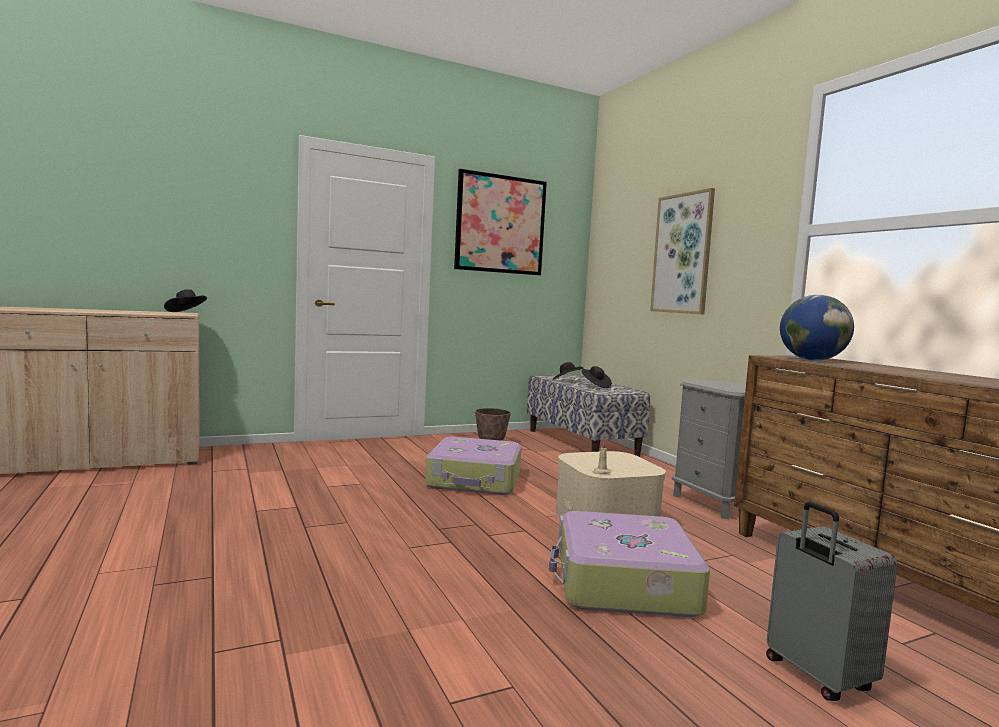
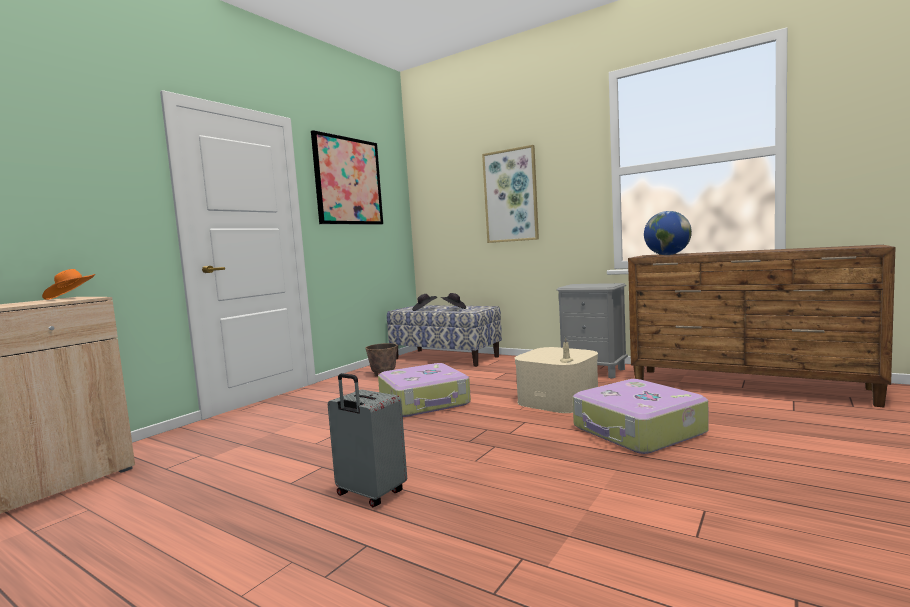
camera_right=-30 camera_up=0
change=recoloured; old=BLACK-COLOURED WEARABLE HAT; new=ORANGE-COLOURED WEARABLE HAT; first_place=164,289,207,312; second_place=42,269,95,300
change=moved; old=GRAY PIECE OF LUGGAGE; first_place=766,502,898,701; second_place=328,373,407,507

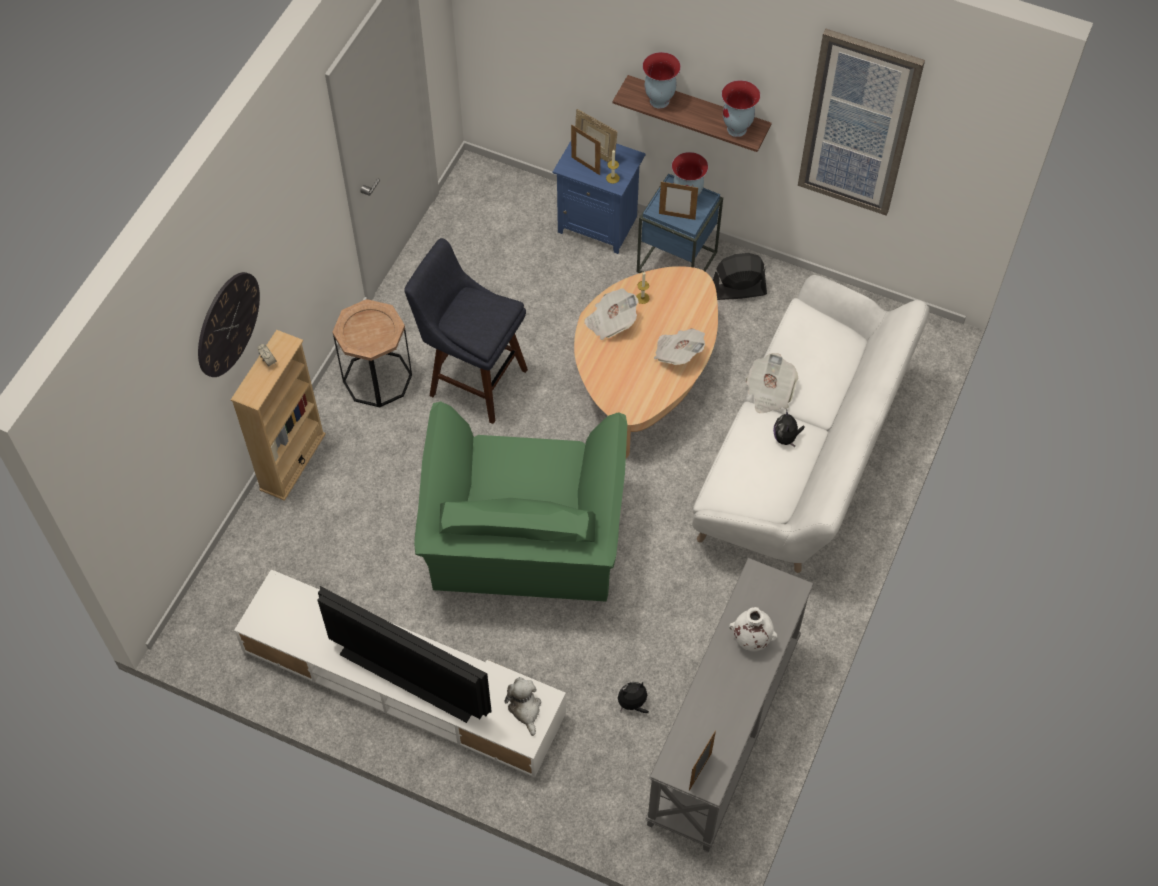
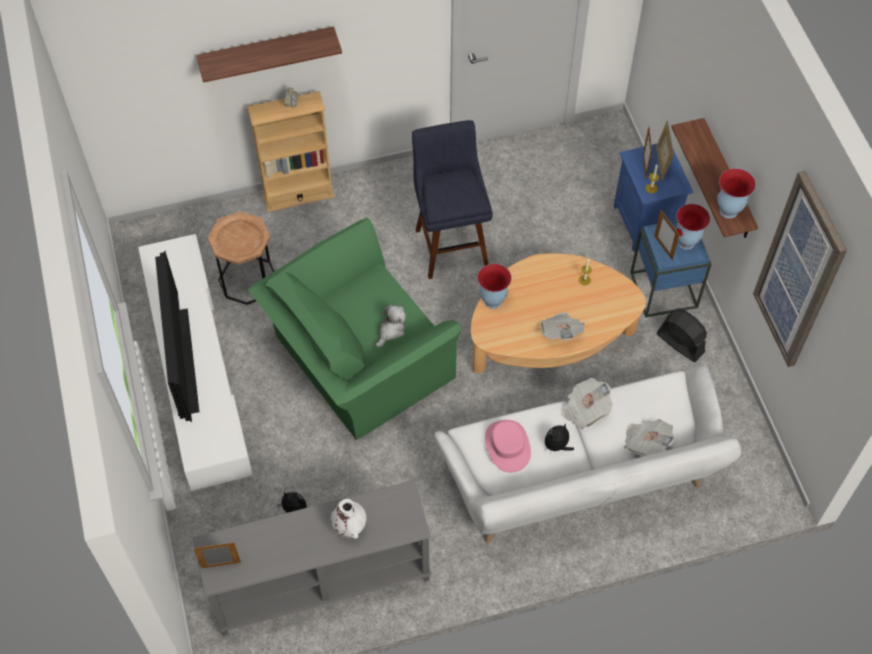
camera_right=50 camera_up=0
change=moved; old=FLOWER VASE; first_place=642,52,681,109; second_place=478,264,512,309
change=replaced; old=CLOCK ON THE WALL; new=BRACKET SHELF; first_place=198,272,260,377; second_place=196,26,342,83
change=moved; old=DAILY PAPER; first_place=584,288,639,340; second_place=624,419,674,456
change=moved; old=BROWN-COLOURED ACCENT TABLE; first_place=332,299,412,407; second_place=208,211,274,305
change=moved; old=CUDDLY TOY; first_place=504,677,541,736; second_place=375,304,406,347
change=added; new=PINKISH WEARABLE HAT; second_place=485,420,531,473

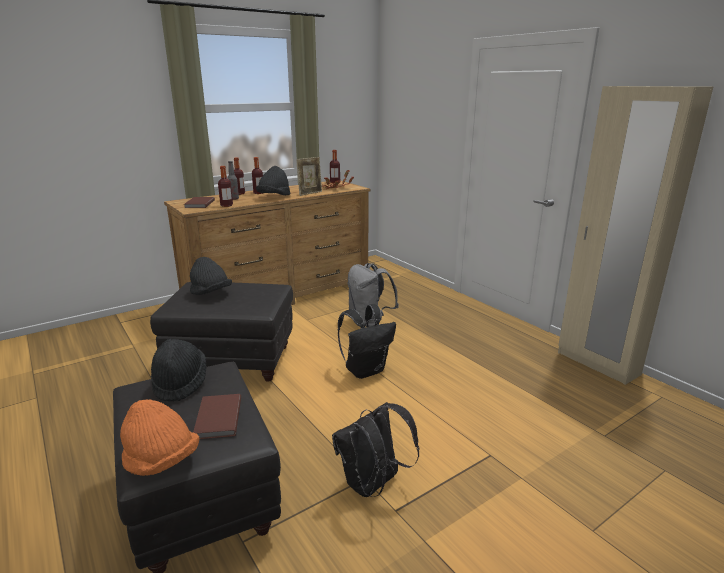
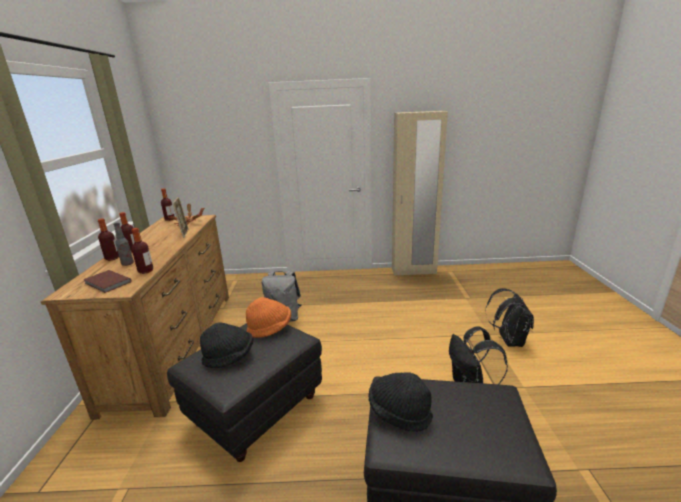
camera_right=-55 camera_up=0
change=removed; old=BLACK-COLOURED WEARABLE HAT; first_place=256,166,291,195
change=moved; old=BLACK-COLOURED RUCKSACK; first_place=338,304,396,379; second_place=485,288,534,347
change=removed; old=BROWN-COLOURED BOOK; first_place=193,394,241,439
change=moved; old=ORANGE-COLOURED WEARABLE HAT; first_place=120,399,200,476; second_place=246,297,291,338

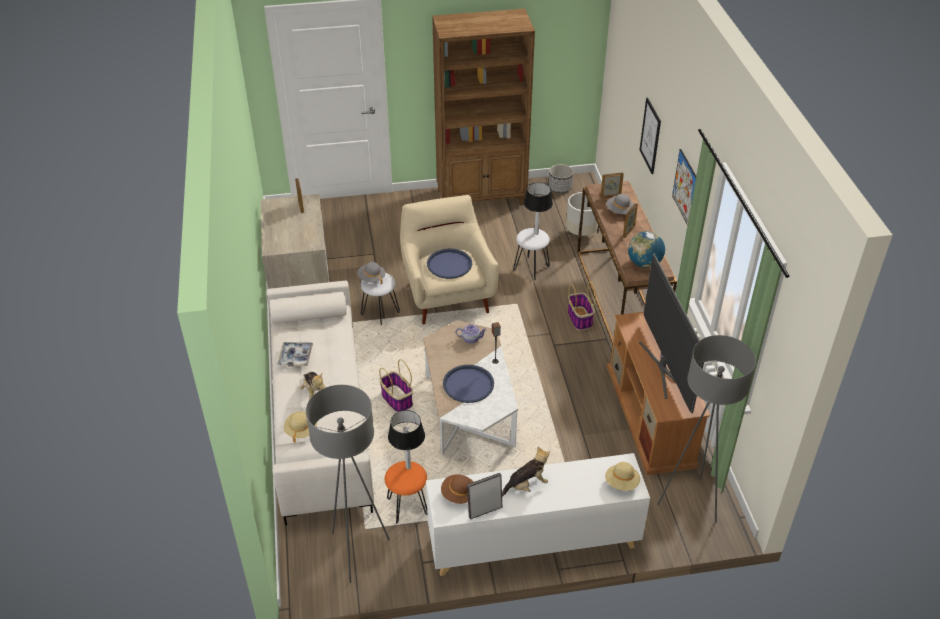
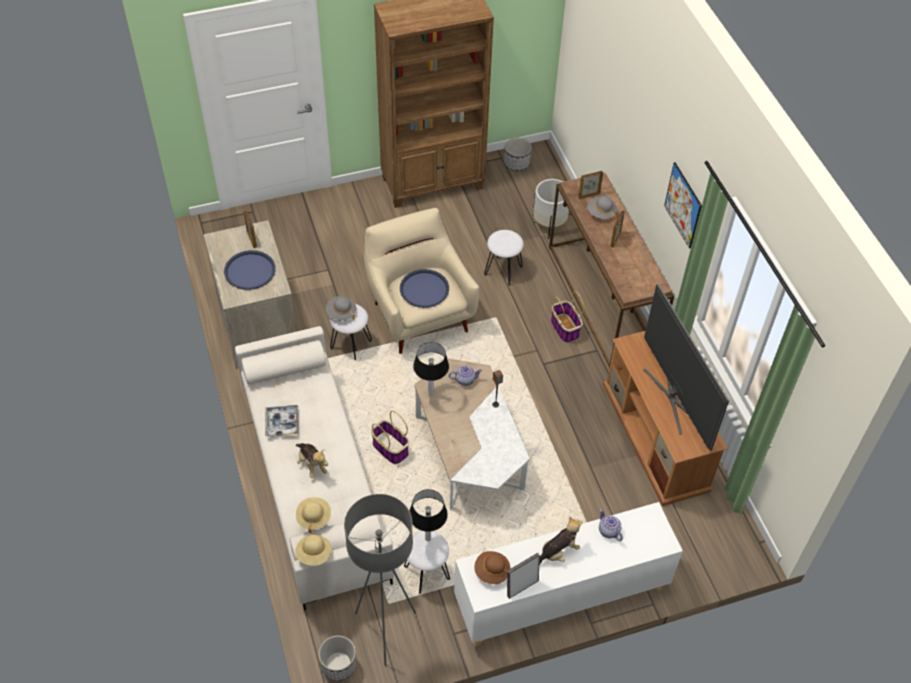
camera_right=-10 camera_up=10
change=removed; old=PICTURE; first_place=640,97,661,174
change=moved; old=TABLETOP LAMP; first_place=524,182,553,235; second_place=413,342,449,395
change=removed; old=GLOBE; first_place=628,231,665,268
change=removed; old=GRAY FLOOR LAMP; first_place=657,335,756,523
change=moved; old=BLUISH SERVING TRAY; first_place=443,365,494,403; second_place=224,250,276,290
change=recoloured; old=ORANGE-COLOURED STOOL; new=WHITISH STOOL; first_place=385,461,427,523; second_place=404,531,450,594
change=moved; old=BEIGE-COLOURED WEARABLE HAT; first_place=605,462,640,491; second_place=295,535,332,566
change=added; new=TEA POT; second_place=599,509,623,541
change=added; new=FLOWER POT; second_place=318,635,356,681

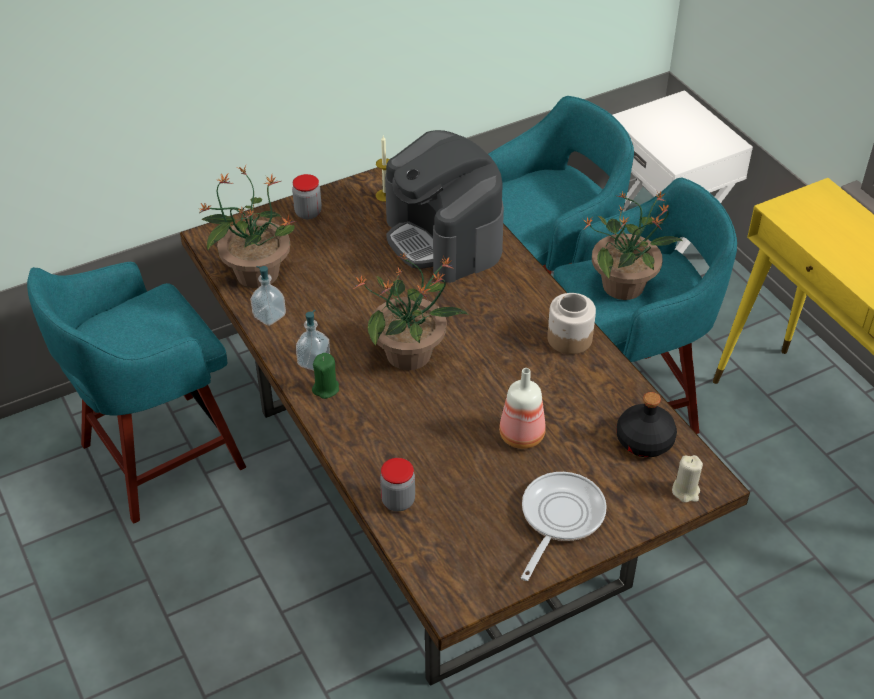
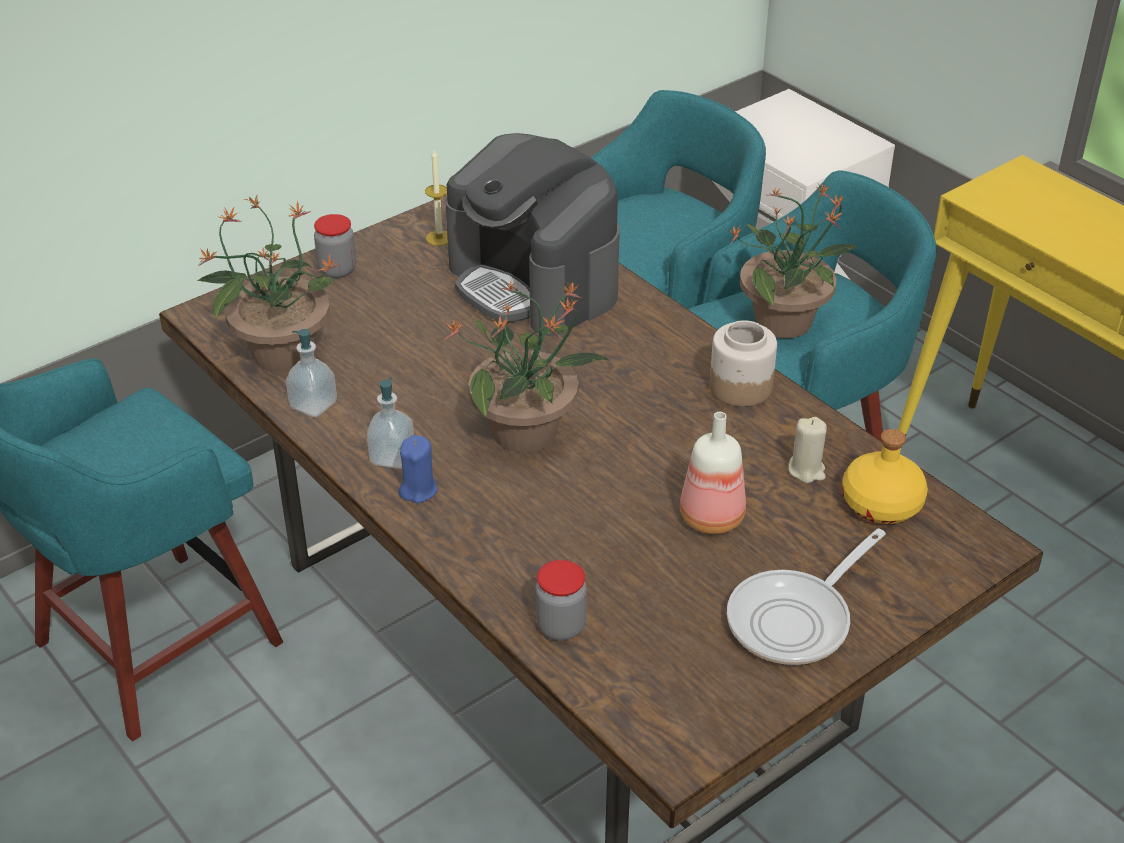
camera_right=-10 camera_up=-5
change=recoloured; old=GREEN CANDLE; new=BLUISH CANDLE; first_place=312,353,339,399; second_place=398,435,438,503
change=recoloured; old=BLACK-COLOURED BEVERAGE BOTTLE; new=YELLOW-COLOURED BEVERAGE BOTTLE; first_place=616,392,677,457; second_place=842,429,928,524
change=moved; old=BEIGE-COLOURED CANDLE; first_place=672,455,703,503; second_place=788,417,827,483
change=turned; old=PAN; first_place=521,472,607,581; second_place=727,528,886,665; degrees=-150

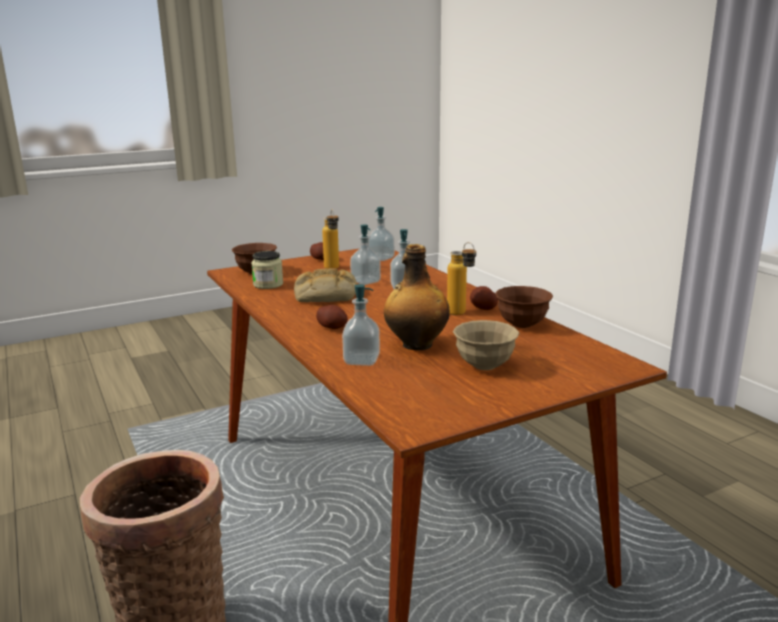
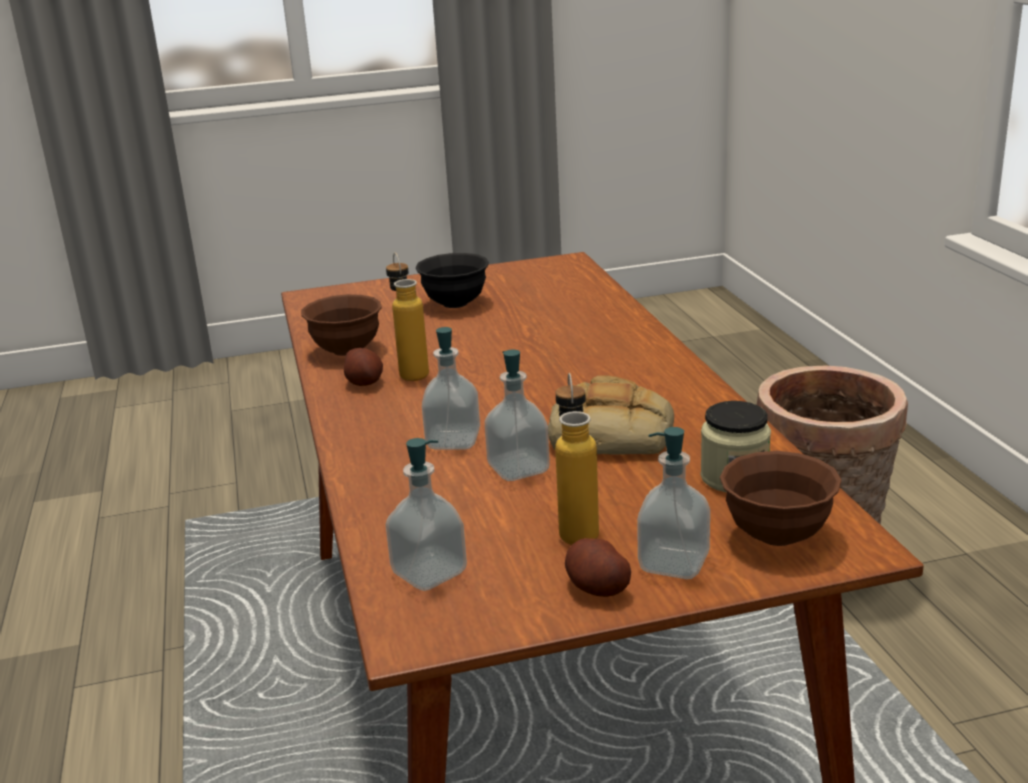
camera_right=-165 camera_up=5
change=removed; old=BEVERAGE BOTTLE; first_place=384,244,450,350
change=moved; old=LIQUID SOAP BOTTLE; first_place=342,284,380,366; second_place=637,427,710,579
change=removed; old=POTATO; first_place=316,305,348,329
change=recoloured; old=BEIGE-COLOURED BOWL; new=BLACK-COLOURED BOWL; first_place=453,320,520,370; second_place=416,253,489,308

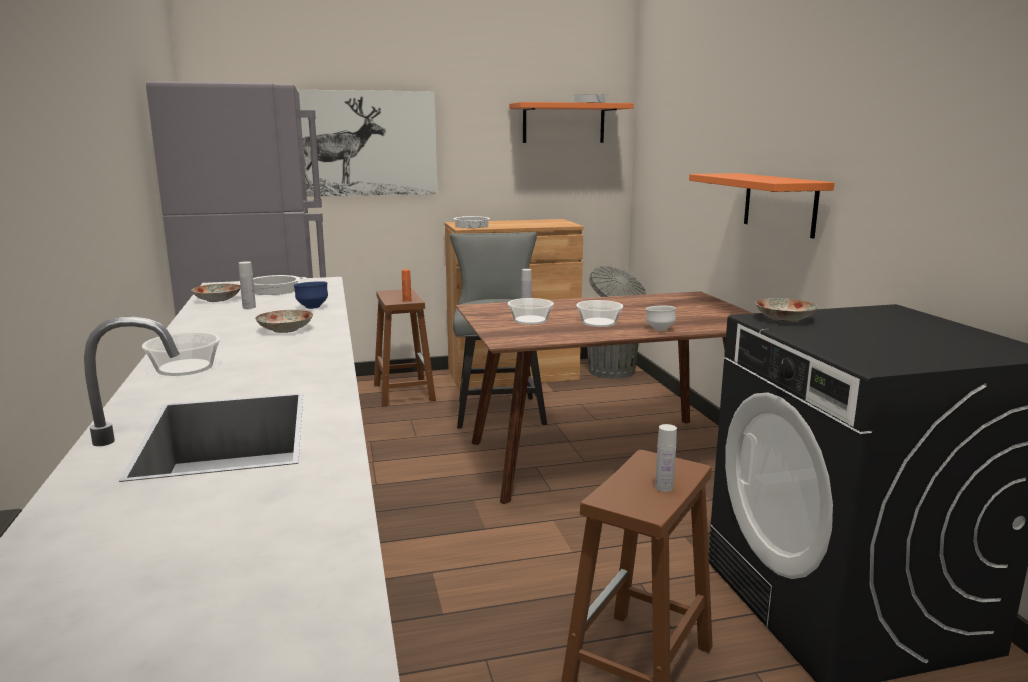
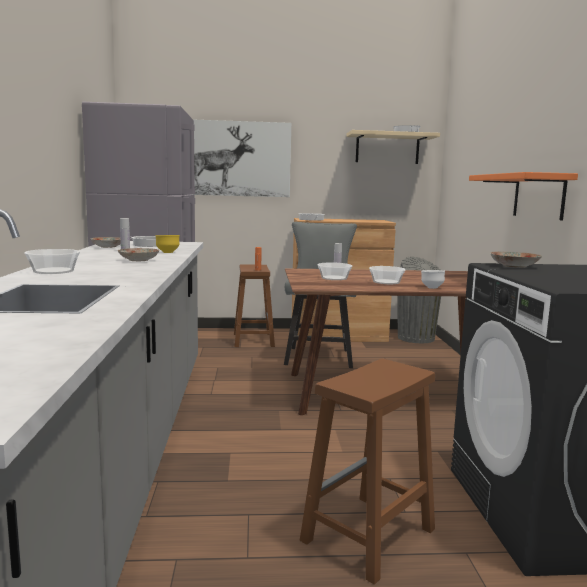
camera_right=10 camera_up=-5
change=recoloured; old=ORANGE-COLOURED BRACKET SHELF; new=BEIGE-COLOURED BRACKET SHELF; first_place=509,102,634,143; second_place=346,130,440,164
change=recoloured; old=BLUISH BOWL; new=YELLOW-COLOURED BOWL; first_place=294,281,328,309; second_place=155,235,180,253
change=removed; old=WHITISH BEVERAGE BOTTLE; first_place=655,424,677,492

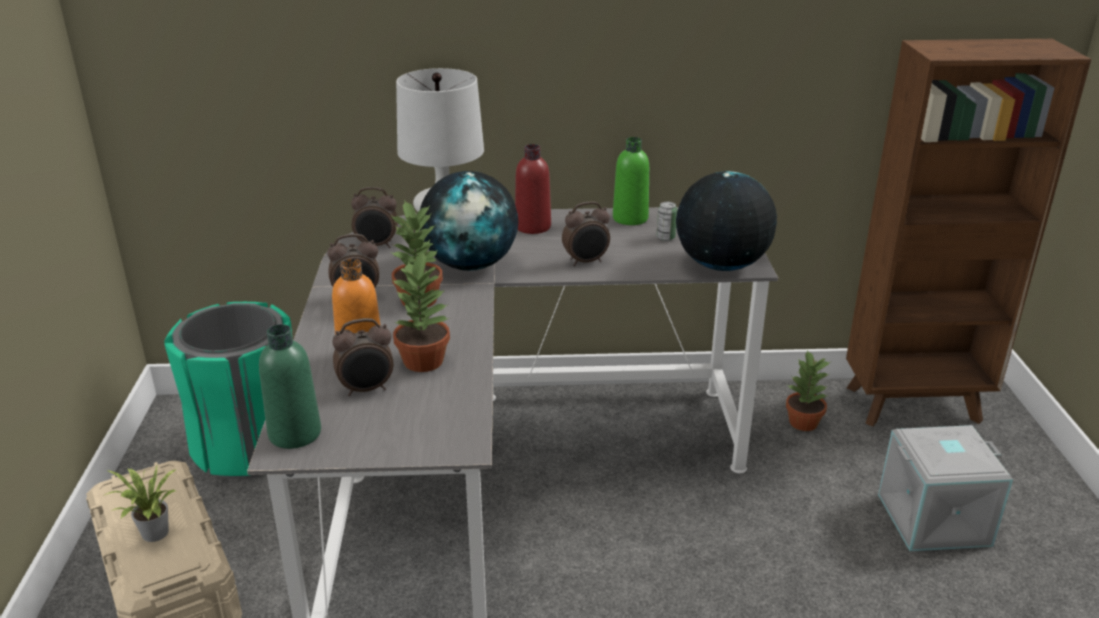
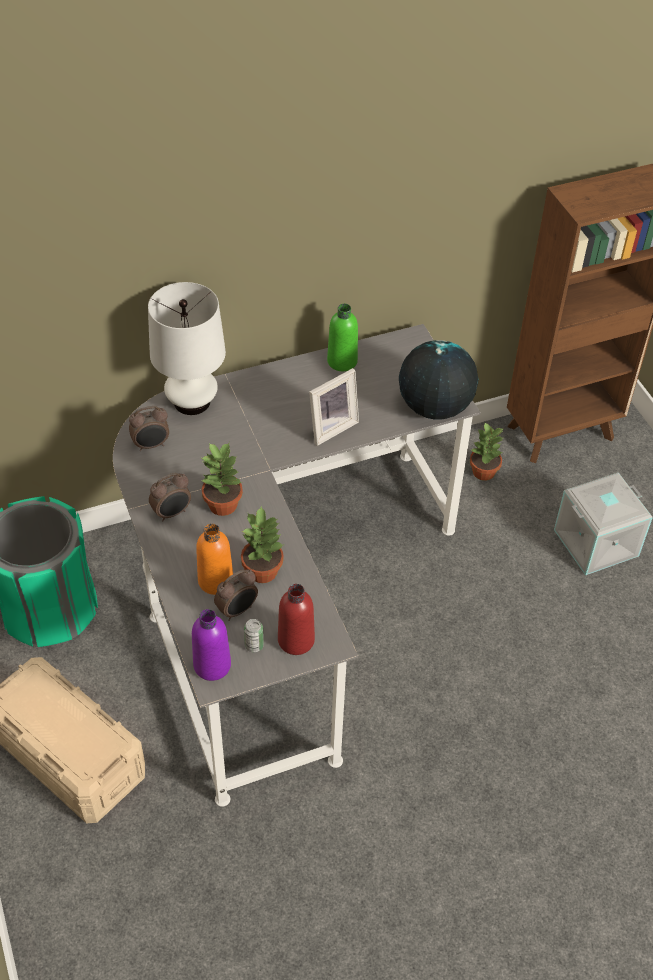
camera_right=-20 camera_up=20
change=moved; old=REDDISH BEVERAGE BOTTLE; first_place=515,144,551,234; second_place=278,584,315,655
change=removed; old=GLOBE; first_place=420,171,518,271
change=replaced; old=TABLE CLOCK; new=STANDING FRAME; first_place=562,201,610,266; second_place=309,368,359,446
change=moved; old=SEALED CAN; first_place=657,202,677,241; second_place=244,619,264,652
change=recoloured; old=GREEN BEVERAGE BOTTLE; new=PURPLE BEVERAGE BOTTLE; first_place=259,324,321,449; second_place=192,609,231,681
change=removed; old=HOUSEPLANT; first_place=105,465,178,542

